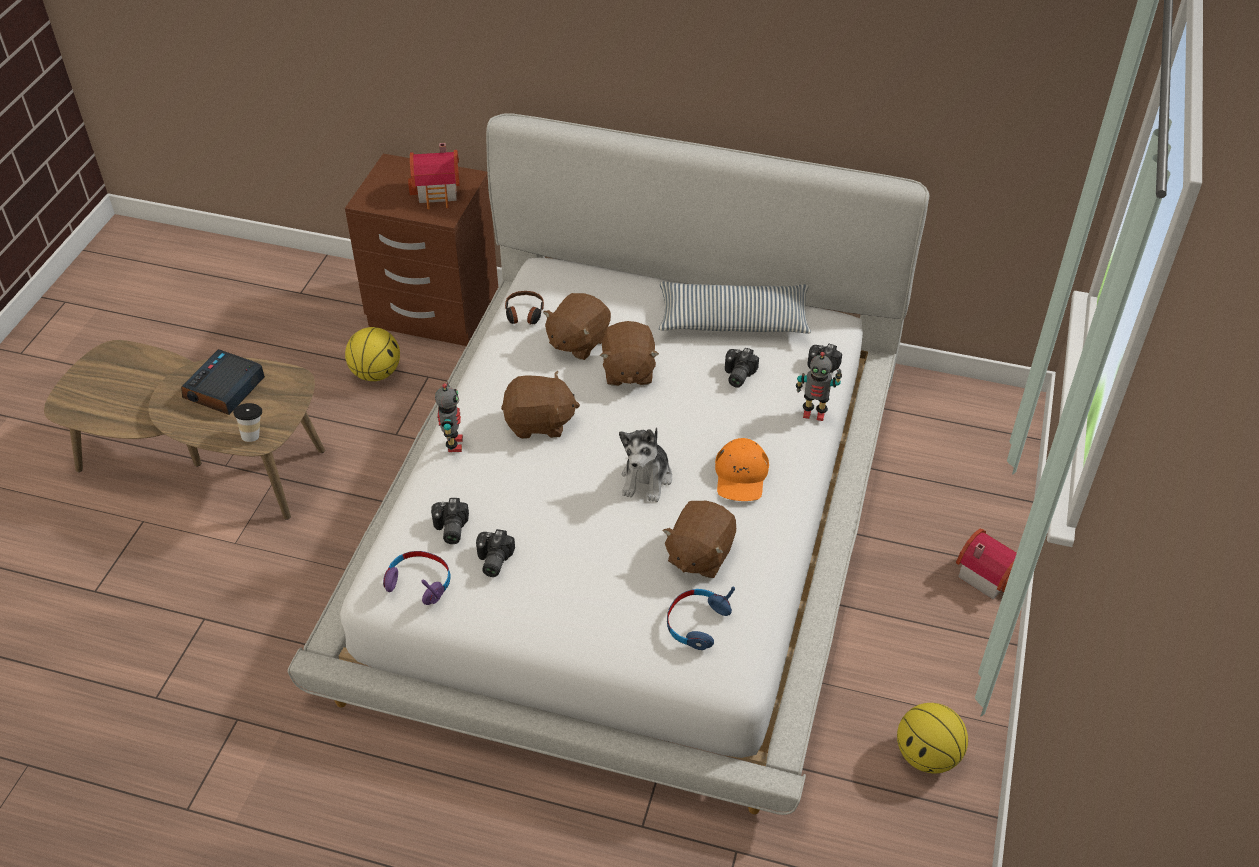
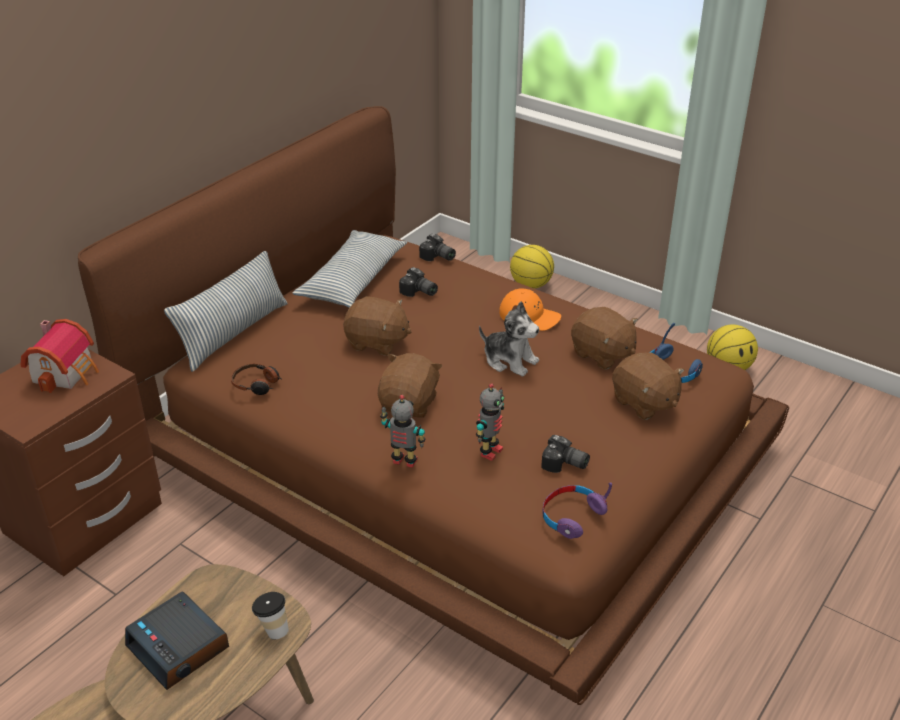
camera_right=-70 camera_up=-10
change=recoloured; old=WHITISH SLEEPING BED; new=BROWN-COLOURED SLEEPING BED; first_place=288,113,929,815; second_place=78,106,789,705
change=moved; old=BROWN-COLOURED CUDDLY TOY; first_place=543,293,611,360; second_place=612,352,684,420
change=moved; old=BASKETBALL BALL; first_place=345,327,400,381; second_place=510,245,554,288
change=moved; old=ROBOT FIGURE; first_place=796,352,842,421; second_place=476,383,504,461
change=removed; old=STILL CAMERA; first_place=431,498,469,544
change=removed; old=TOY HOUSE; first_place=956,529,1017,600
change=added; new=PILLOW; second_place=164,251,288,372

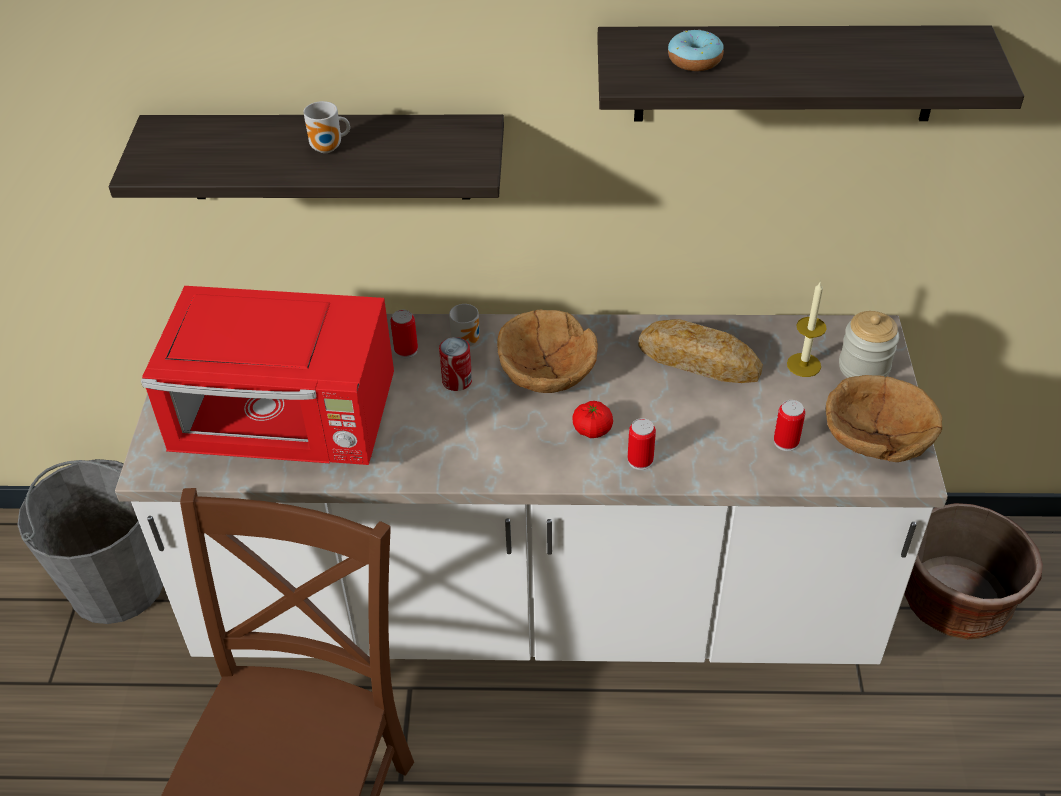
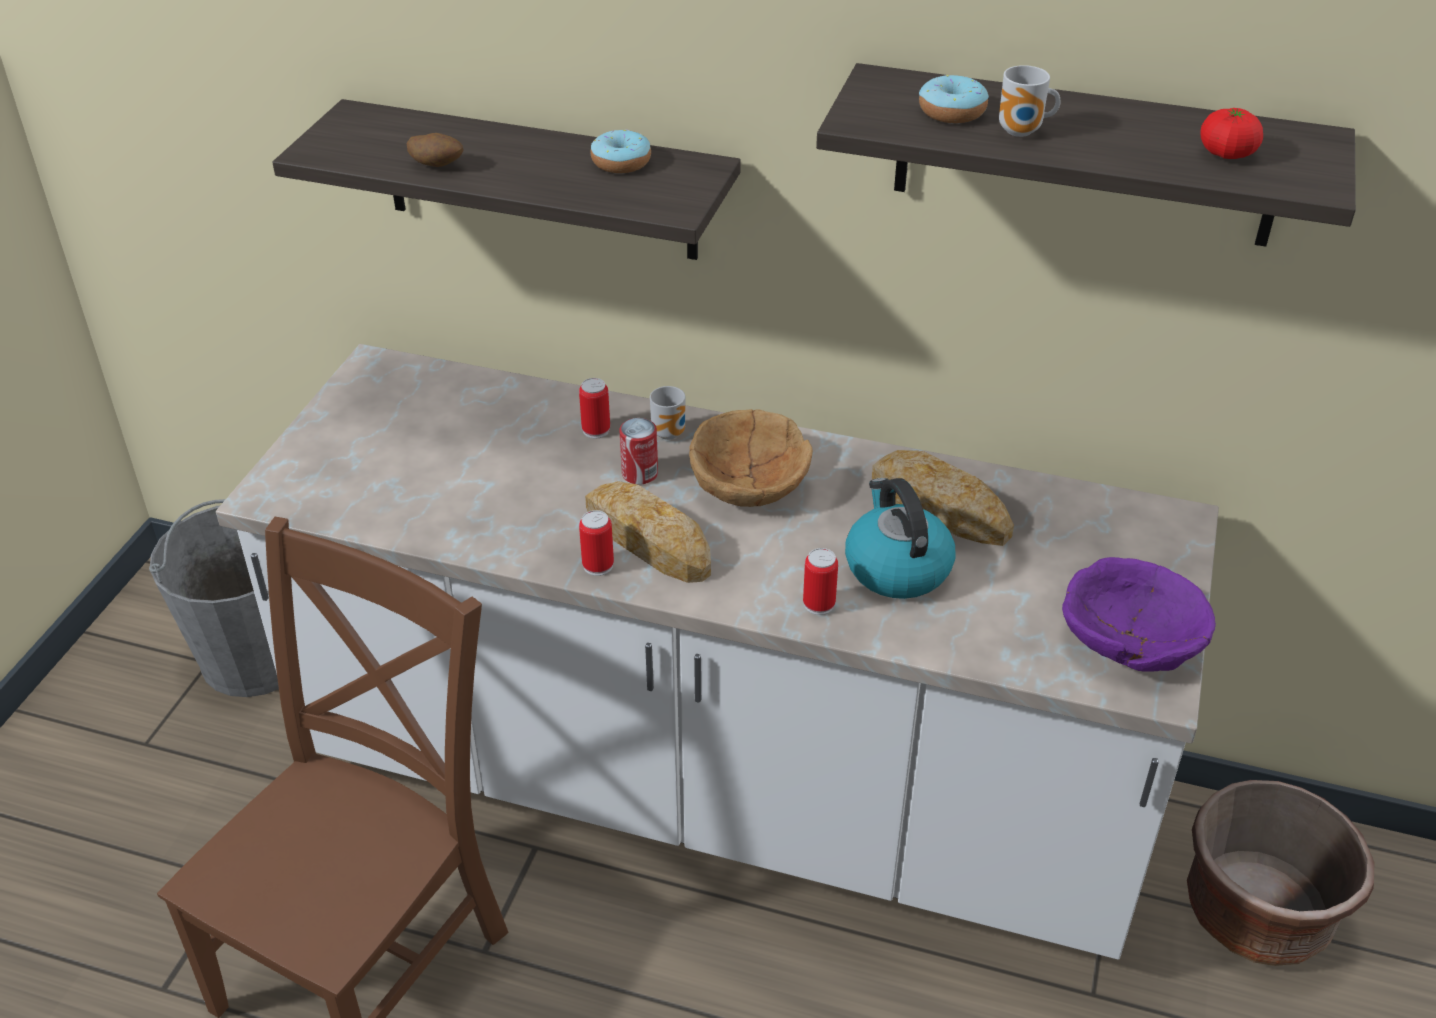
camera_right=15 camera_up=-5
change=moved; old=COFFEE MUG; first_place=303,101,350,153; second_place=999,65,1061,137
change=removed; old=CANDLE; first_place=787,281,827,377
change=removed; old=REDDISH KITCHEN MICROWAVE; first_place=141,286,394,465
change=removed; old=PRESERVE JAR; first_place=839,311,899,378
change=recoloured; old=BROWN-COLOURED BOWL; new=PURPLE BOWL; first_place=826,375,942,462; second_place=1062,557,1216,671
change=moved; old=SEALED CAN; first_place=774,400,805,451; second_place=579,510,614,576
change=moved; old=FRESH TOMATO; first_place=572,401,613,438; second_place=1201,108,1263,159
change=added; new=DONUT; second_place=591,129,651,173
change=added; new=POTATO; second_place=407,133,463,167
change=added; new=TEA KETTLE; second_place=845,478,956,599
change=added; new=BREAD; second_place=585,481,711,583

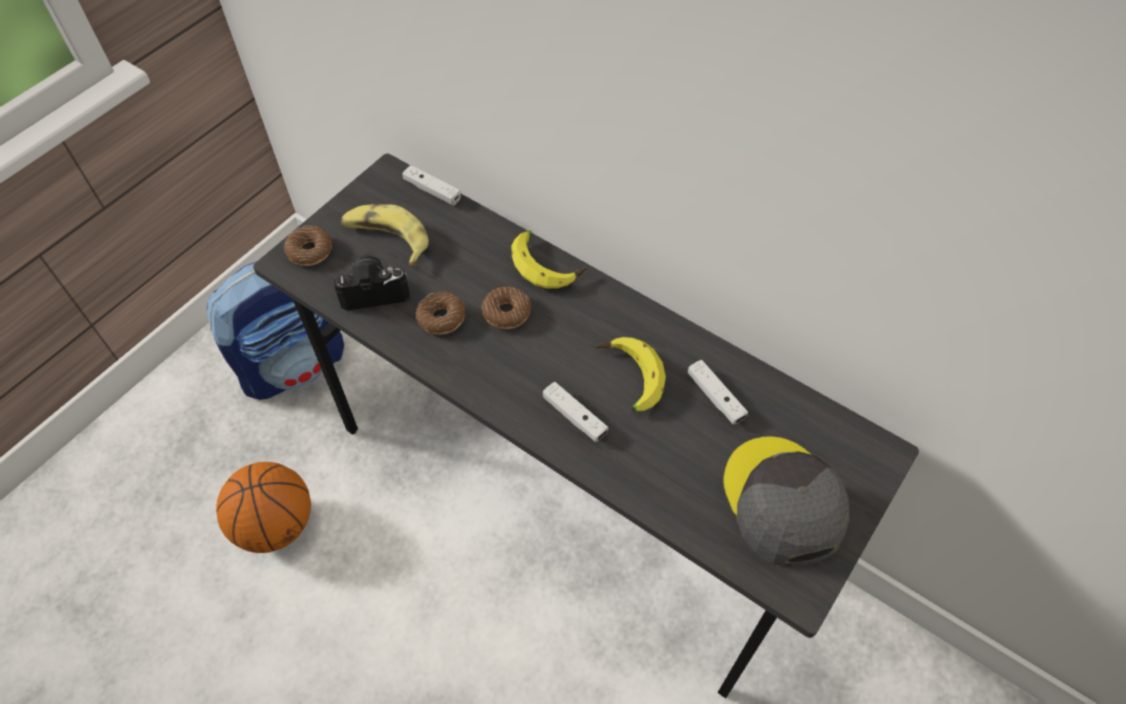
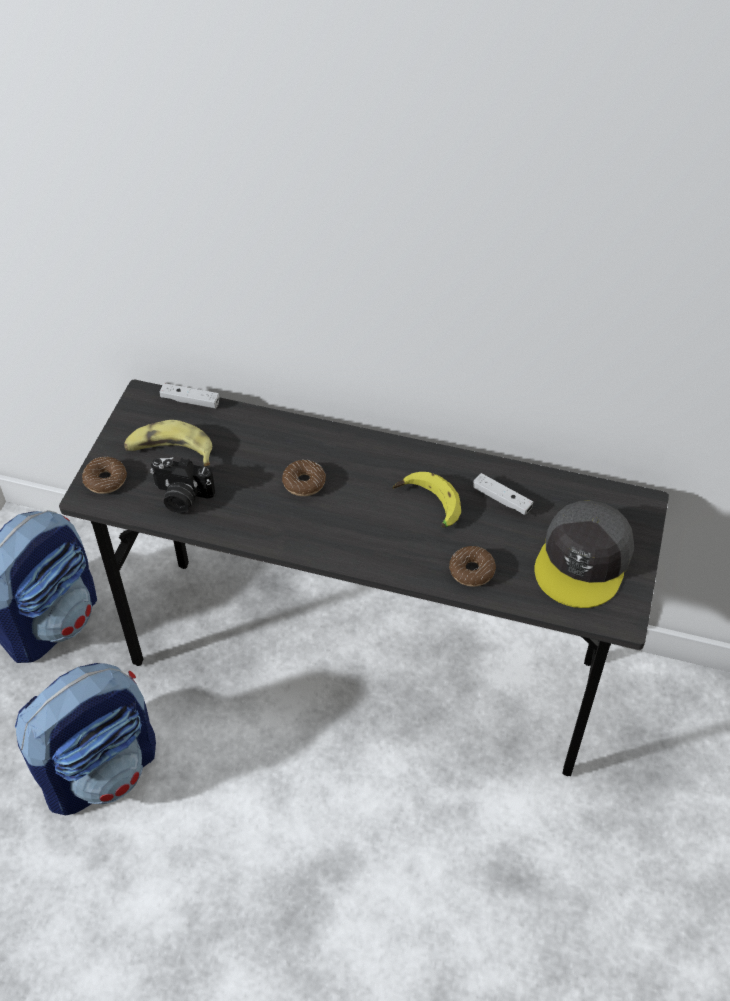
camera_right=-20 camera_up=-5
change=removed; old=WHOLE BANANA; first_place=511,231,586,289
change=turned; old=STILL CAMERA; first_place=334,255,410,311; second_place=150,457,215,513; degrees=-135
change=moved; old=DONUT; first_place=416,292,465,335; second_place=449,546,496,587
change=removed; old=WHITISH GAMEPAD; first_place=543,382,608,442
change=turned; old=GRAY PEAKED CAP; first_place=723,436,849,567; second_place=534,500,634,608; degrees=-120
change=replaced; old=BASKETBALL BALL; new=RUCKSACK; first_place=216,462,311,553; second_place=15,663,156,815

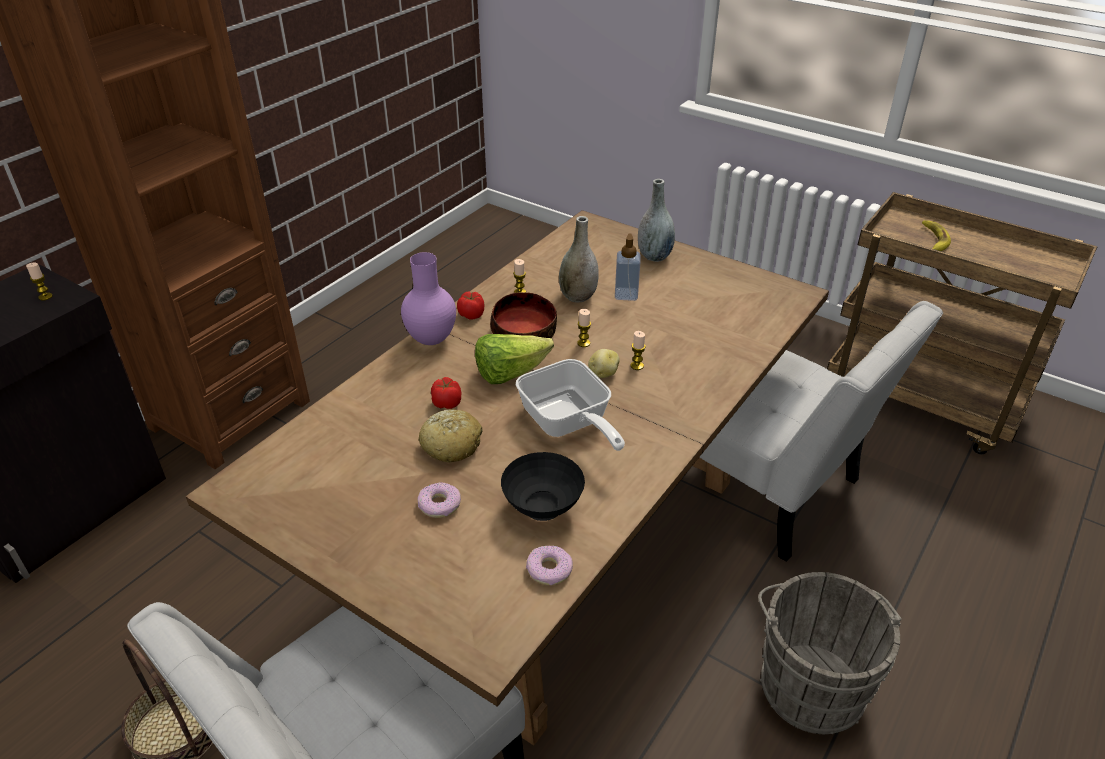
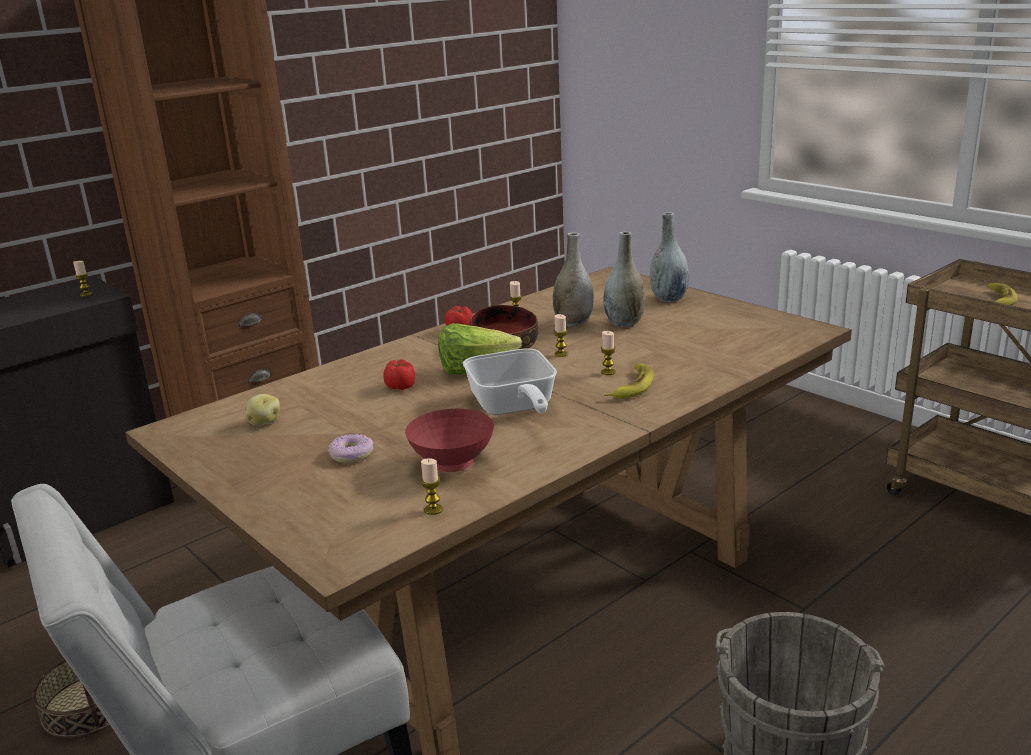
camera_right=15 camera_up=-15
change=replaced; old=LIQUID SOAP BOTTLE; new=GRAY FLOWER VASE; first_place=615,233,640,301; second_place=603,231,645,327
change=removed; old=PURPLE FLOWER VASE; first_place=401,252,456,345
change=removed; old=WHITISH PLAIN CHAIR; first_place=699,301,943,562
change=moved; old=POTATO; first_place=588,349,620,378; second_place=244,394,280,426
change=removed; old=BREAD; first_place=418,410,483,462
change=recoloured; old=BLACK-COLOURED BOWL; new=REDDISH BOWL; first_place=501,452,585,521; second_place=405,409,494,472
change=replaced; old=DONUT; new=CANDLE; first_place=526,545,573,585; second_place=421,458,443,515
change=added; new=WHOLE BANANA; second_place=604,363,654,399

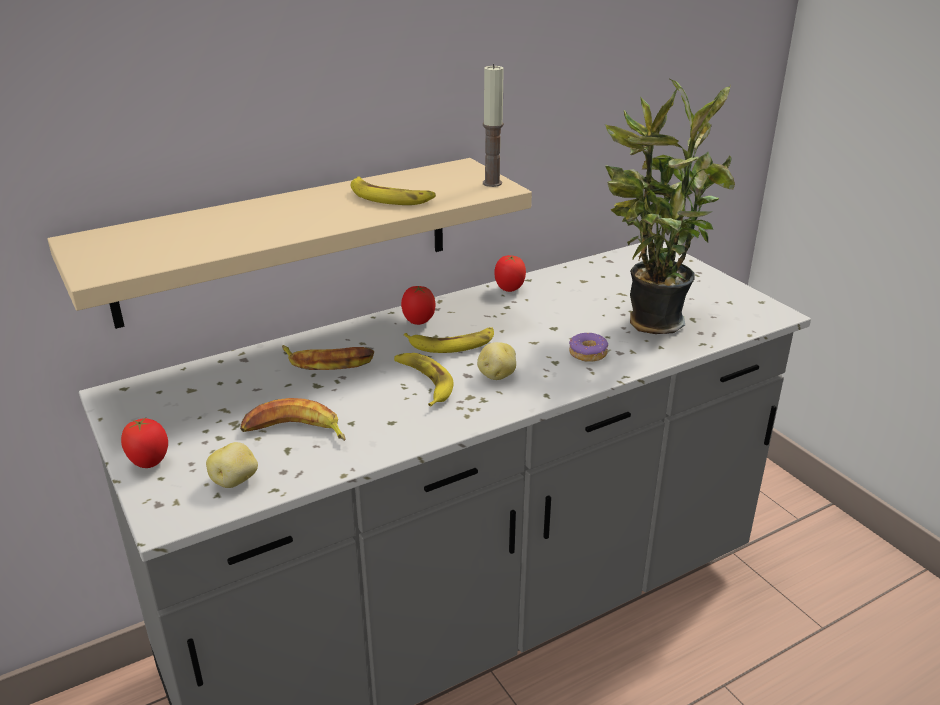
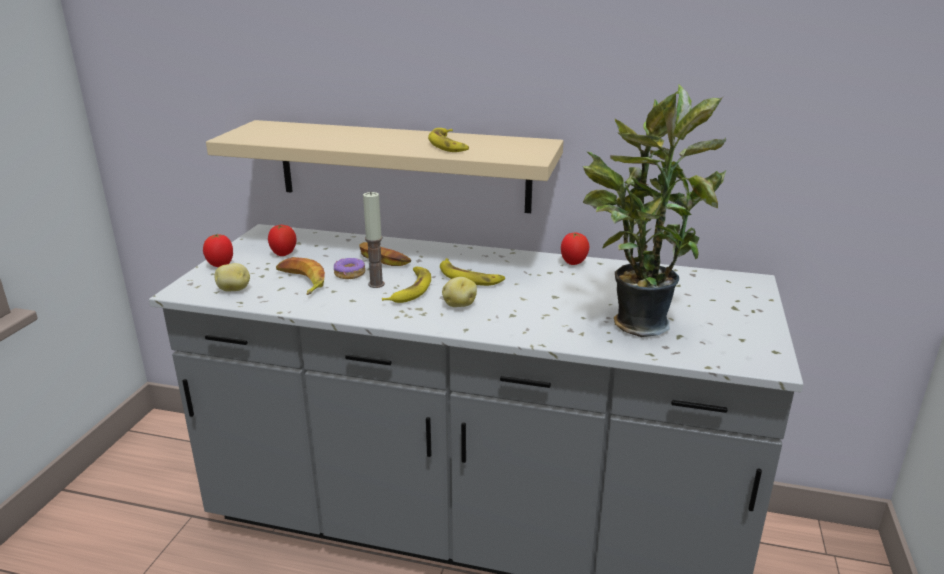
camera_right=45 camera_up=-5
change=moved; old=CANDLE; first_place=483,64,504,187; second_place=363,191,385,288
change=moved; old=FRESH TOMATO; first_place=401,286,435,325; second_place=268,225,297,256
change=moved; old=DONUT; first_place=569,333,608,362; second_place=334,258,365,279

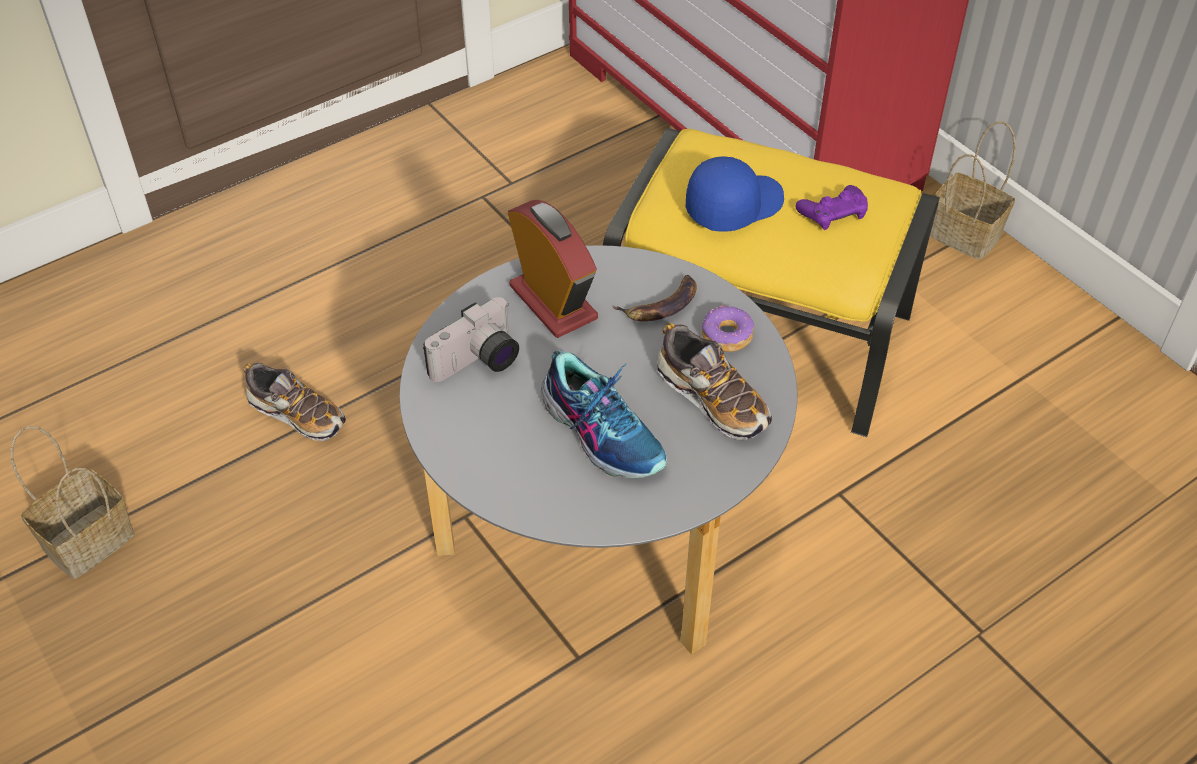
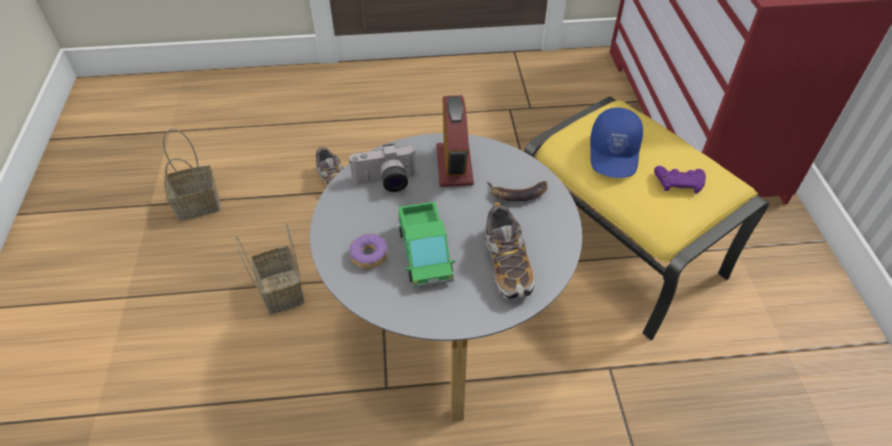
camera_right=30 camera_up=0
change=moved; old=BASKET; first_place=930,121,1016,259; second_place=235,221,304,314
change=turned; old=BLUISH PEAKED CAP; first_place=686,156,784,232; second_place=590,108,643,178; degrees=105
change=moved; old=DONUT; first_place=702,305,754,352; second_place=350,234,388,269
change=replaced; old=ITEM OF FOOTWEAR; new=TOY TRUCK; first_place=541,350,667,478; second_place=398,201,456,288

